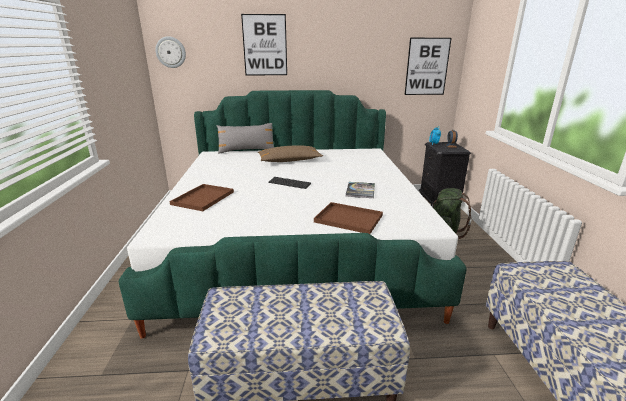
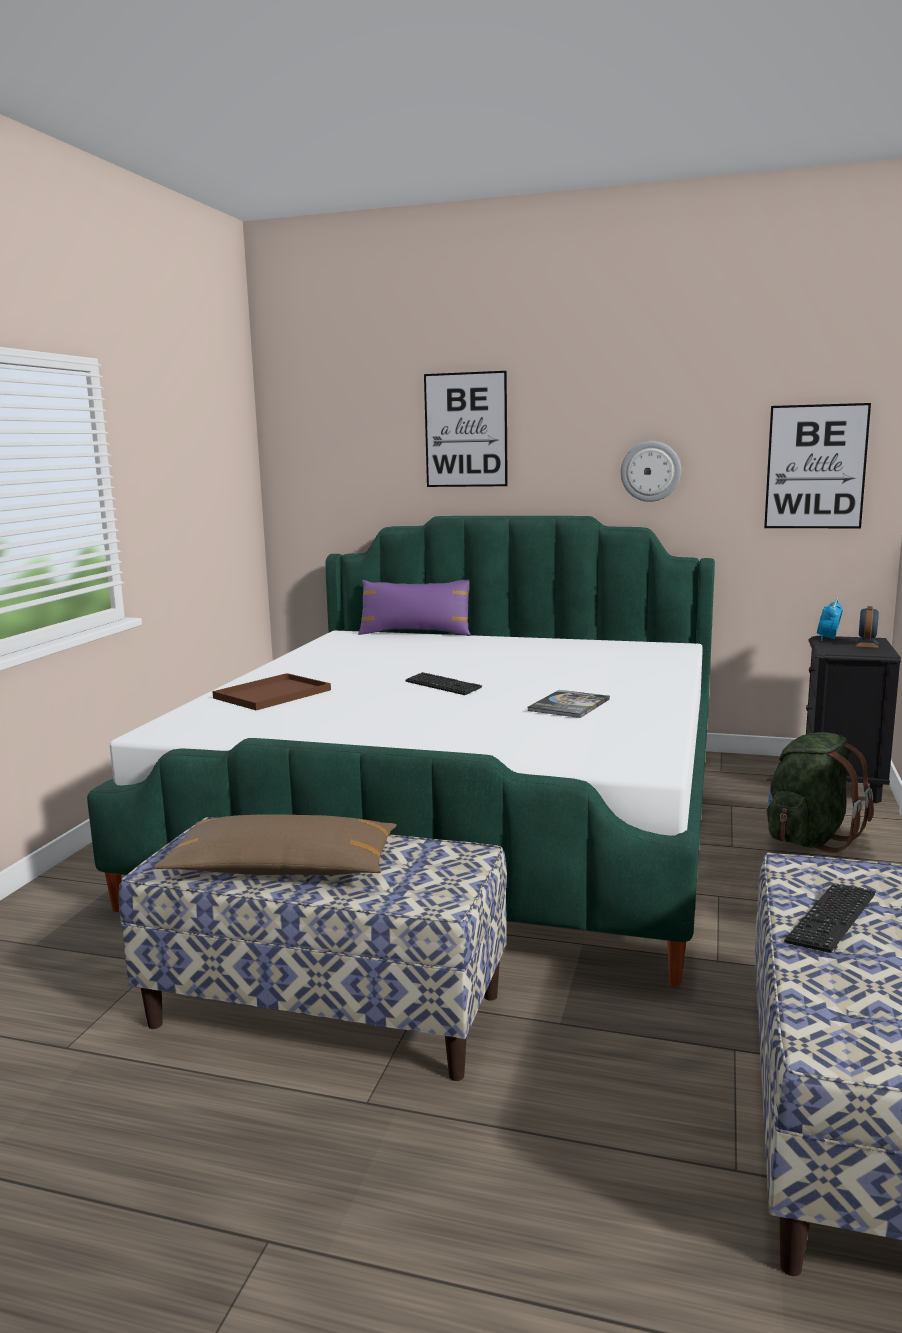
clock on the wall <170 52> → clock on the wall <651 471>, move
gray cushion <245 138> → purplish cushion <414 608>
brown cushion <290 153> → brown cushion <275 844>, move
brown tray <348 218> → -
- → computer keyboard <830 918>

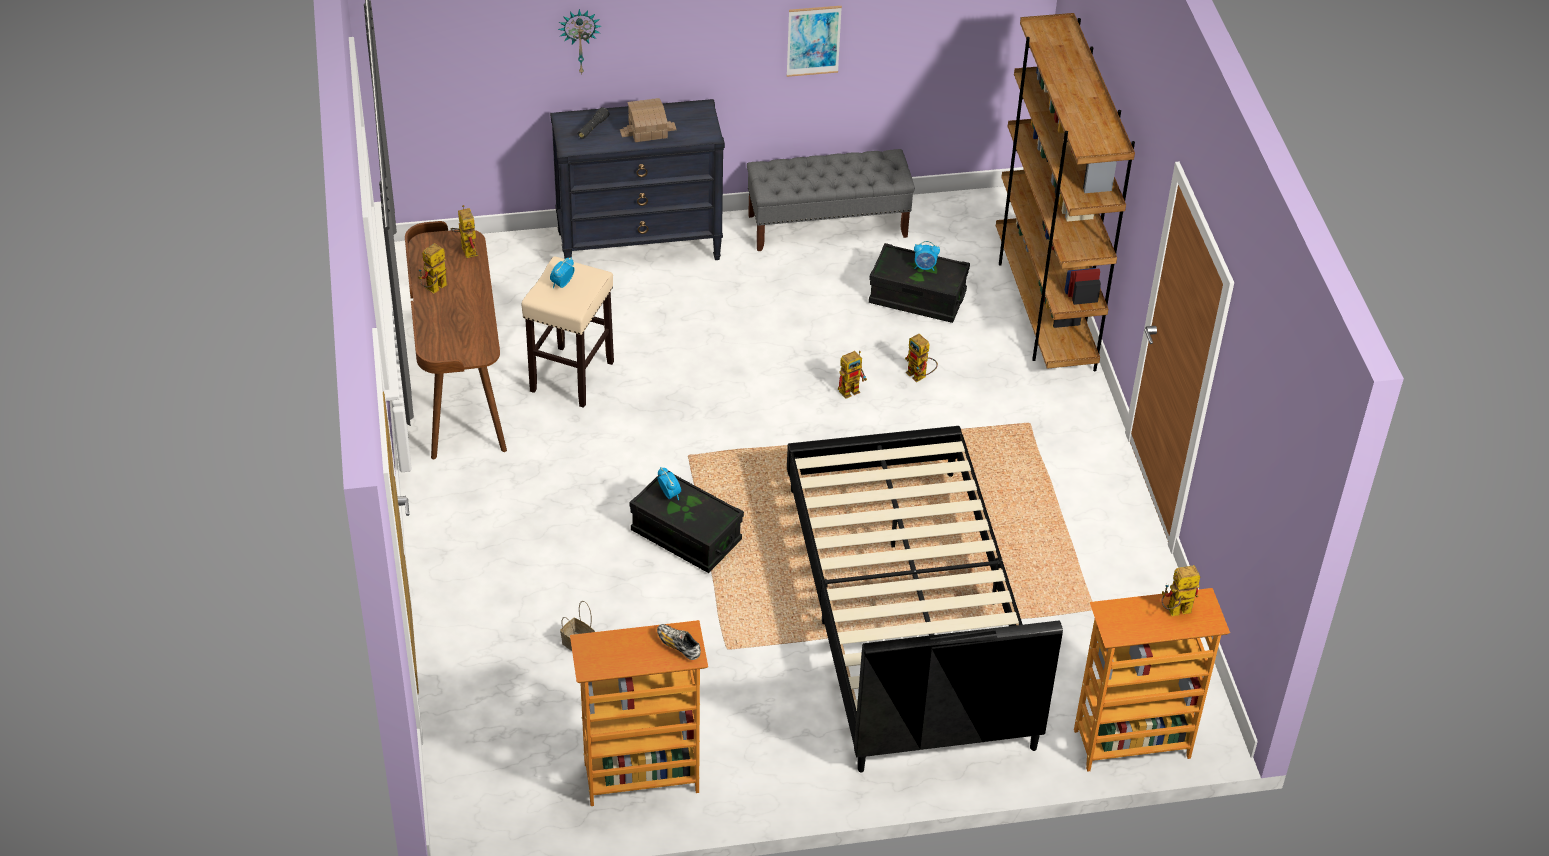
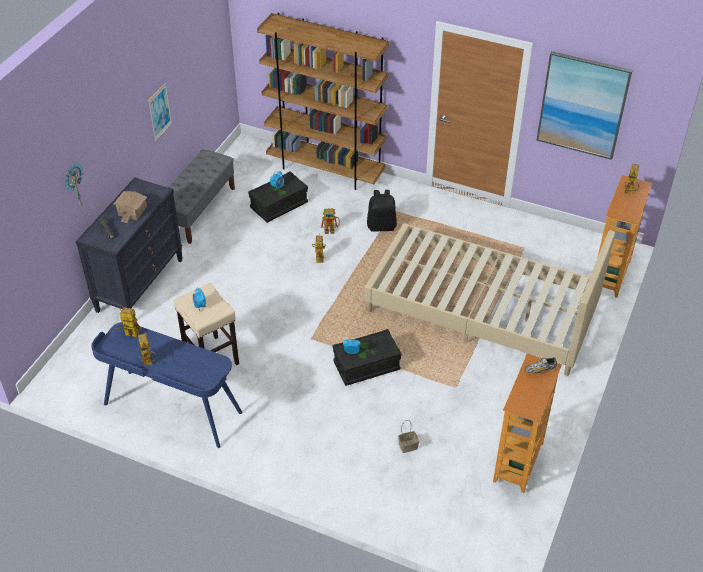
brown desk <456 340> → blue-coloured desk <166 385>
blackish bedroom bed <925 599> → beige bedroom bed <490 299>
- → wall art <584 105>
- → blackish rucksack <382 210>

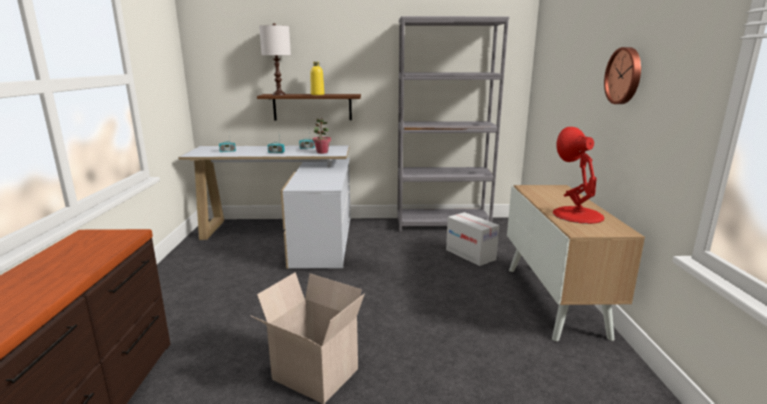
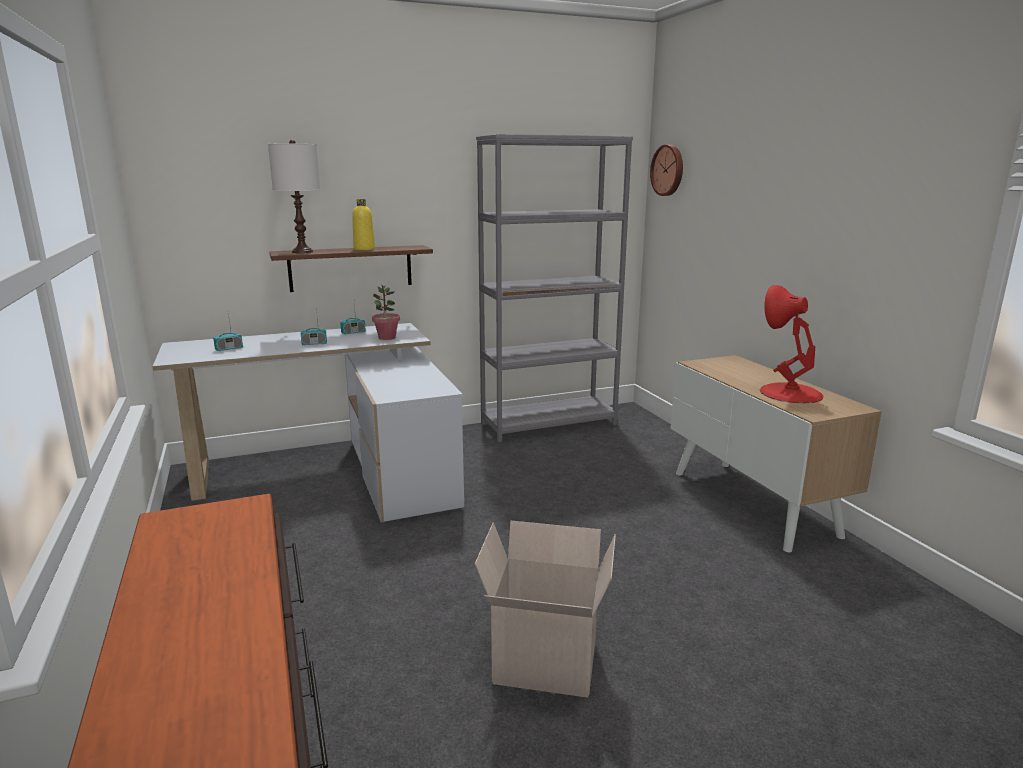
clock on the wall <622 75> → clock on the wall <666 170>, move
packing box <472 239> → -

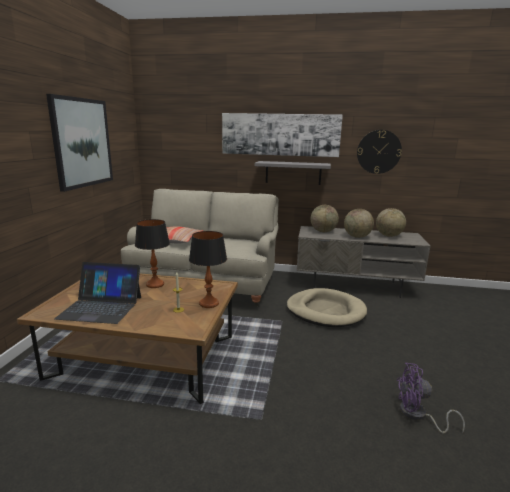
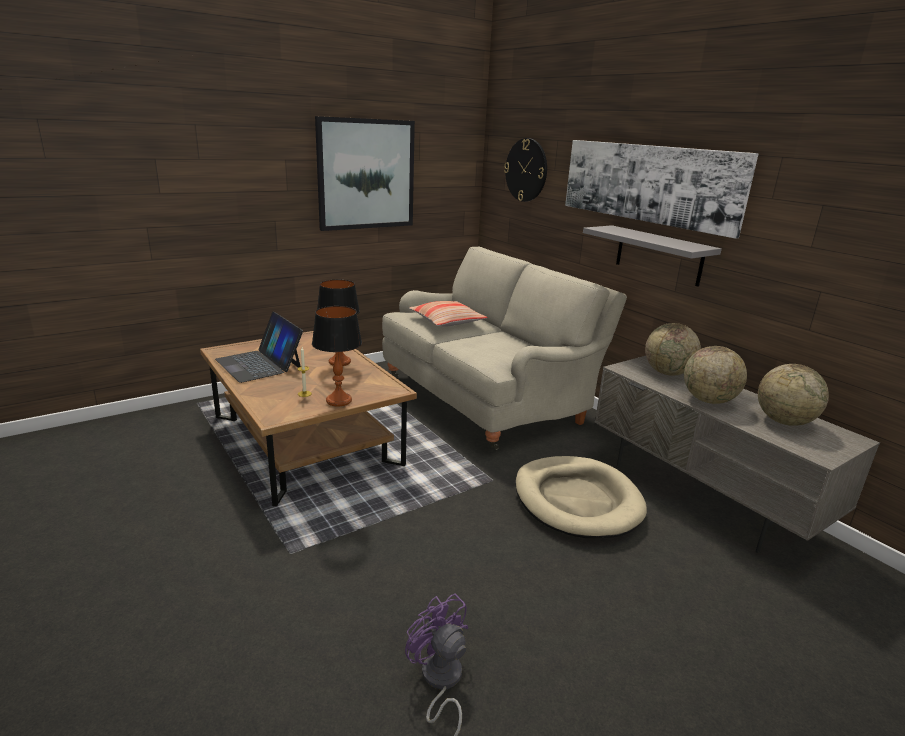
clock on the wall <379 152> → clock on the wall <525 170>, move

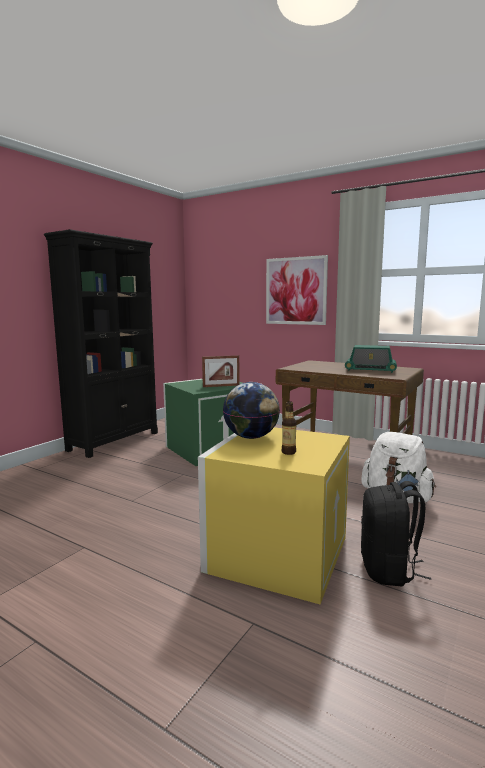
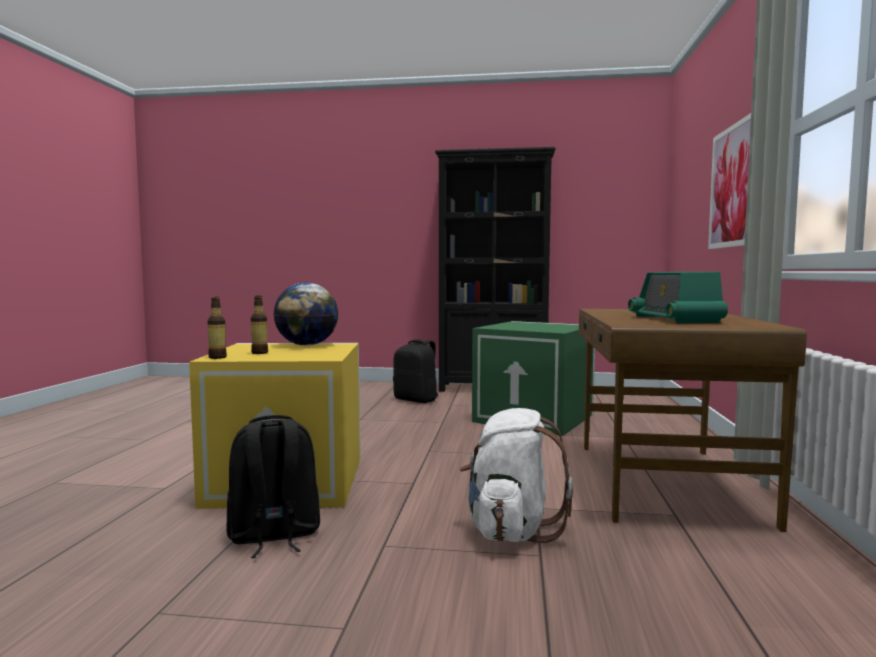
photo frame <221 371> → -
- → bottle <217 328>
- → blackish rucksack <415 371>

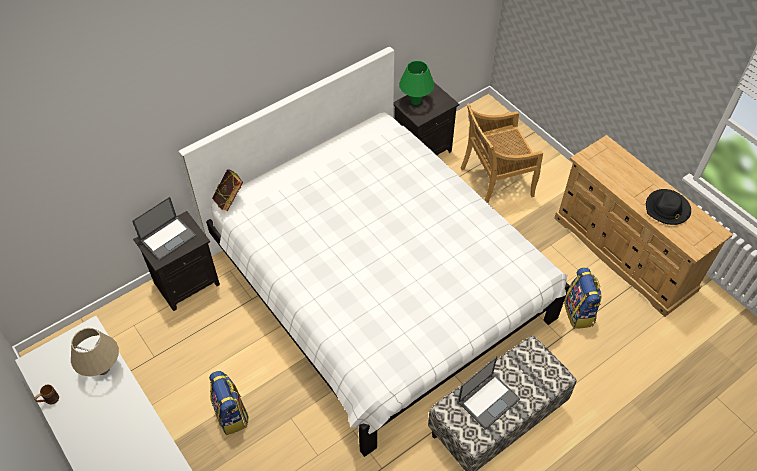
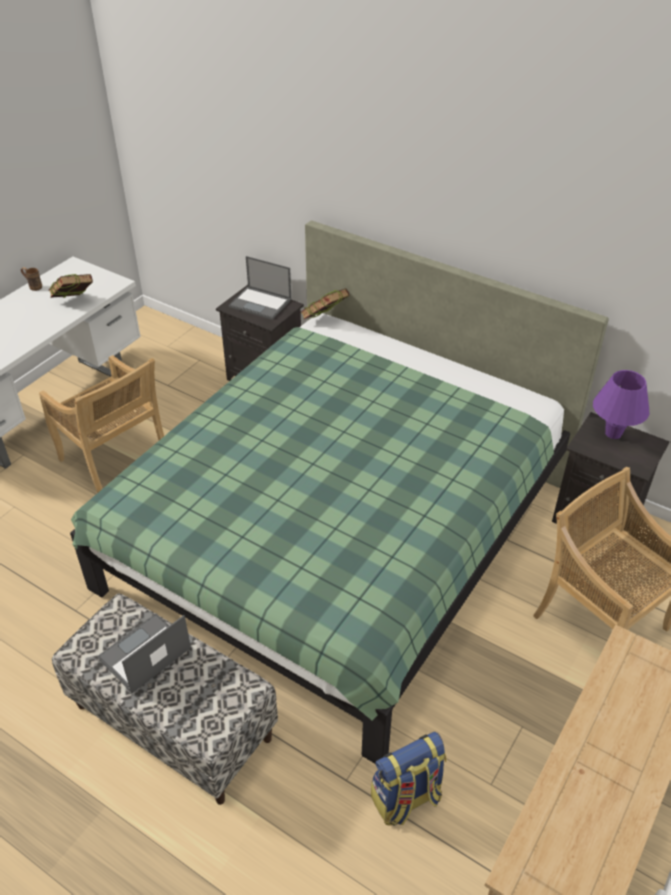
whitish bedroom bed <374 251> → green bedroom bed <339 492>
green table lamp <416 83> → purplish table lamp <621 404>
blackish clothing hat <668 207> → -
beige table lamp <95 352> → bound book <71 286>
laptop <489 393> → laptop <144 653>, 105 degrees clockwise
rucksack <229 403> → beige chair <101 424>

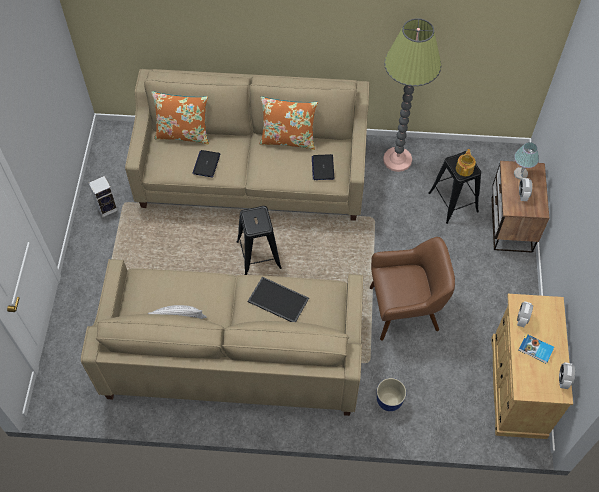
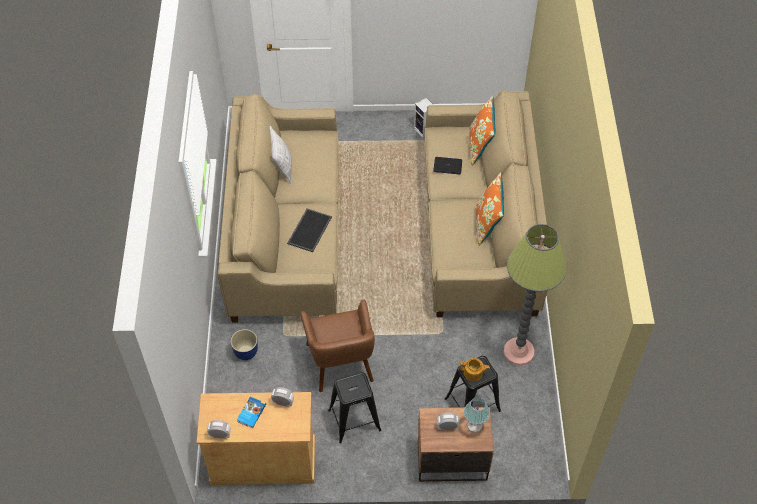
laptop <323 167> → -
blackish stool seat <259 240> → blackish stool seat <354 407>, move

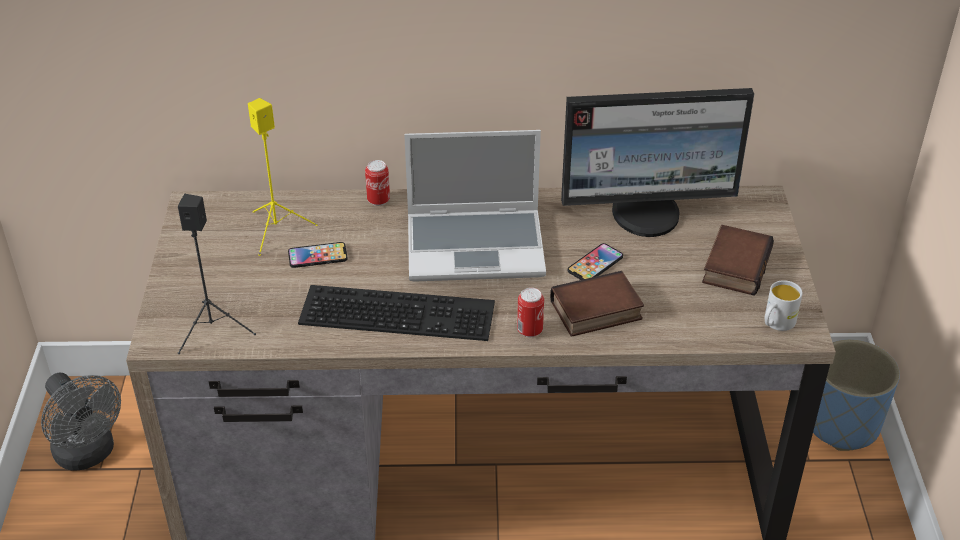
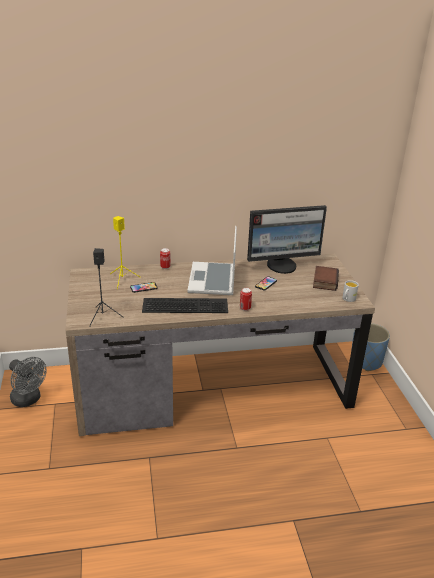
laptop <475 206> → laptop <212 260>, 105 degrees clockwise
bound book <597 304> → -

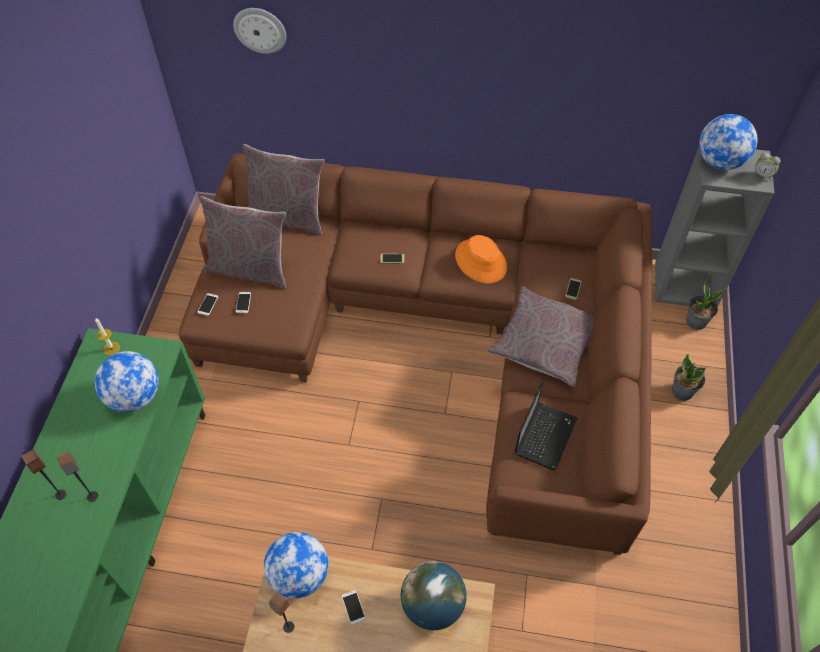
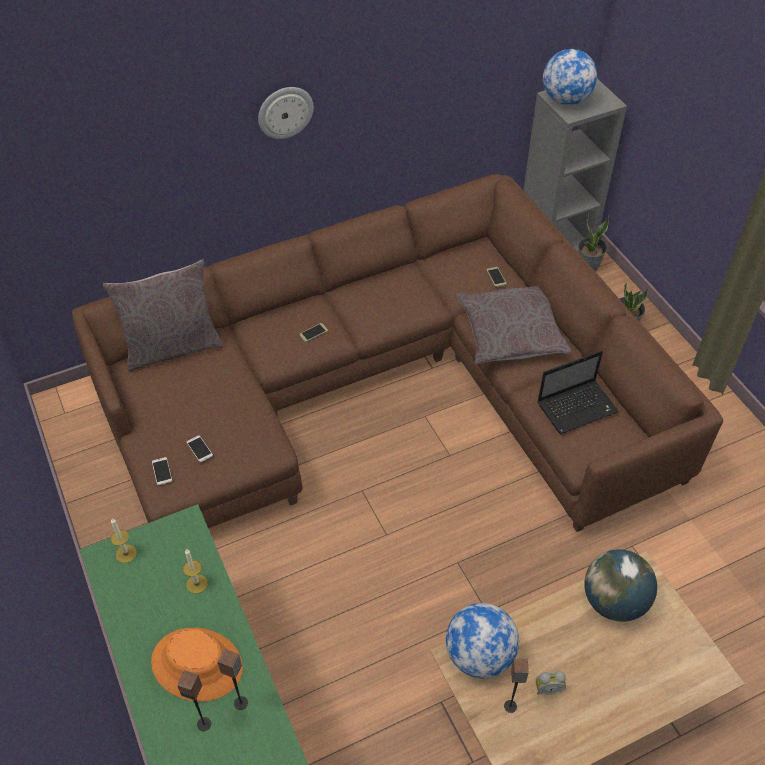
clock on the wall <259 31> → clock on the wall <286 113>, move
table clock <766 166> → table clock <551 683>, move
gray cushion <243 242> → -
orangey clothing hat <481 259> → orangey clothing hat <197 665>, move
globe <127 381> → wax candle <195 571>
laptop <546 425> → laptop <578 392>, 75 degrees clockwise
telephone <354 607> → -

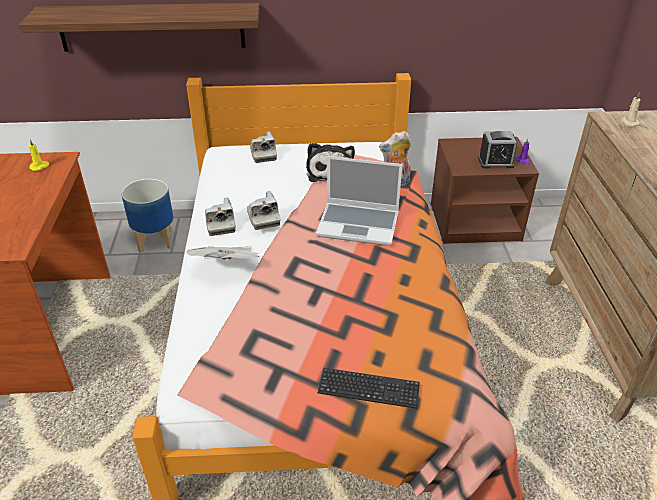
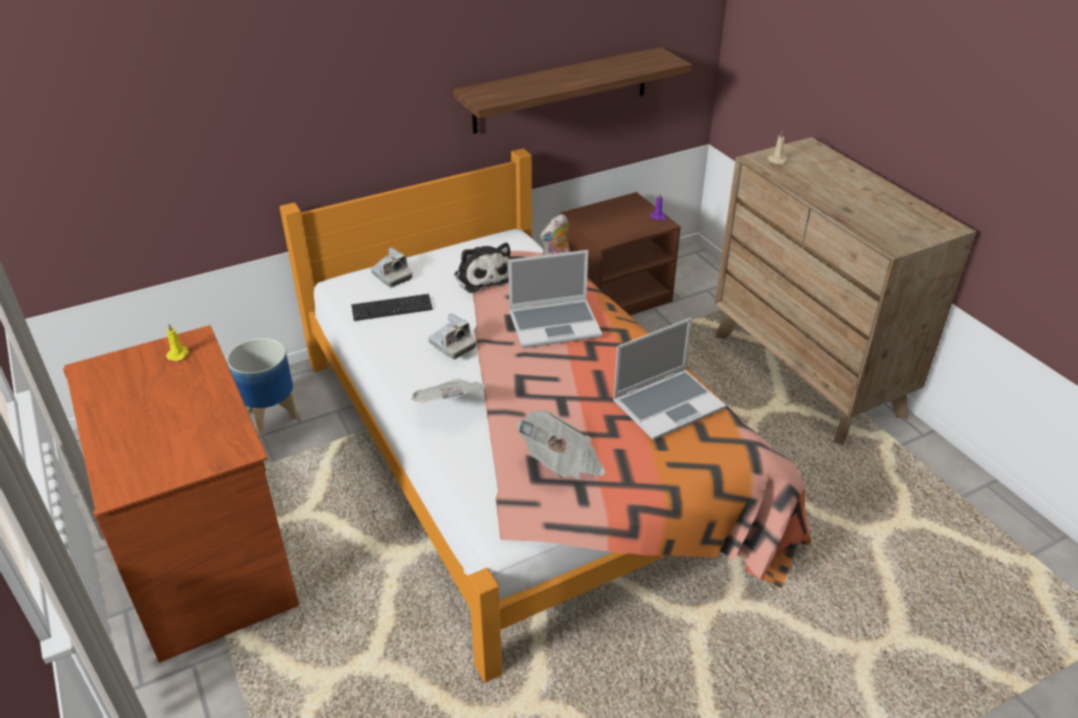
wall shelf <139 27> → wall shelf <572 90>, move
table clock <497 150> → -
photo camera <220 216> → -
computer keyboard <369 388> → computer keyboard <392 307>, move
- → laptop <669 379>
- → daily paper <561 444>

